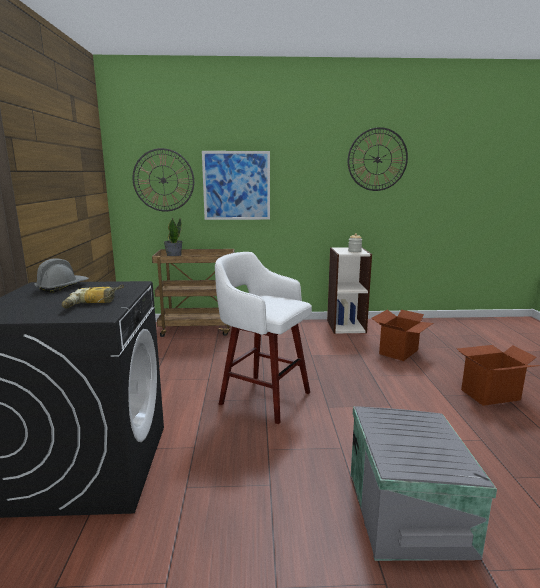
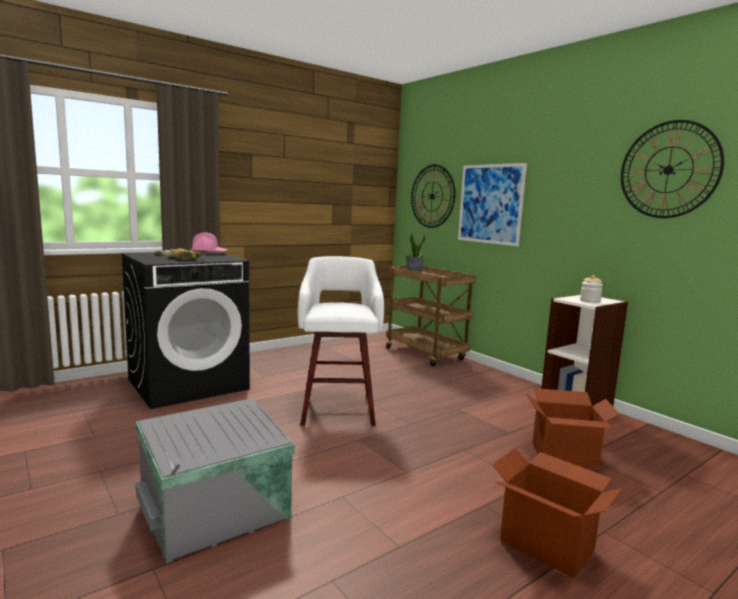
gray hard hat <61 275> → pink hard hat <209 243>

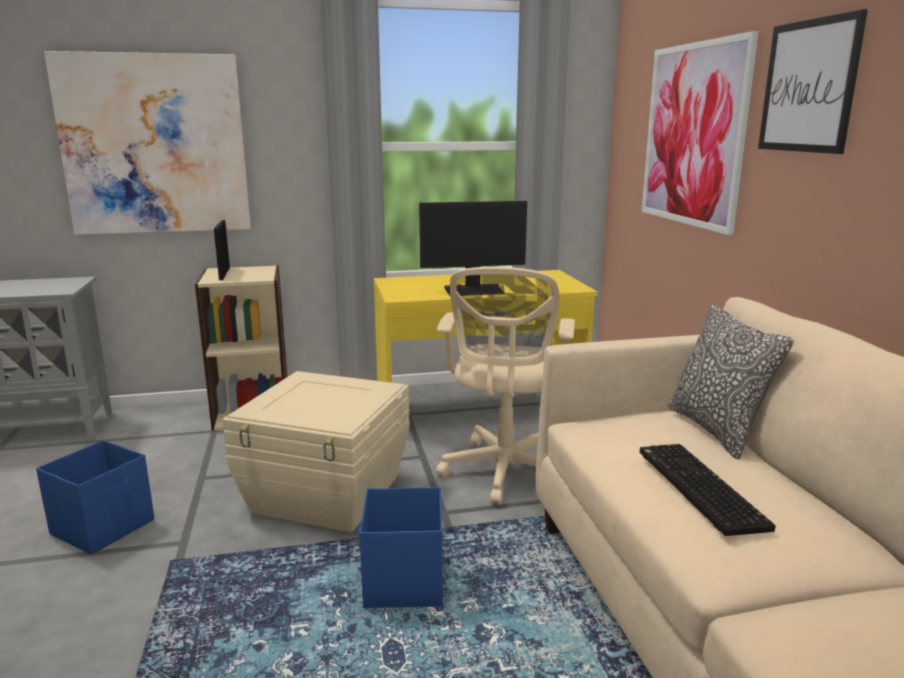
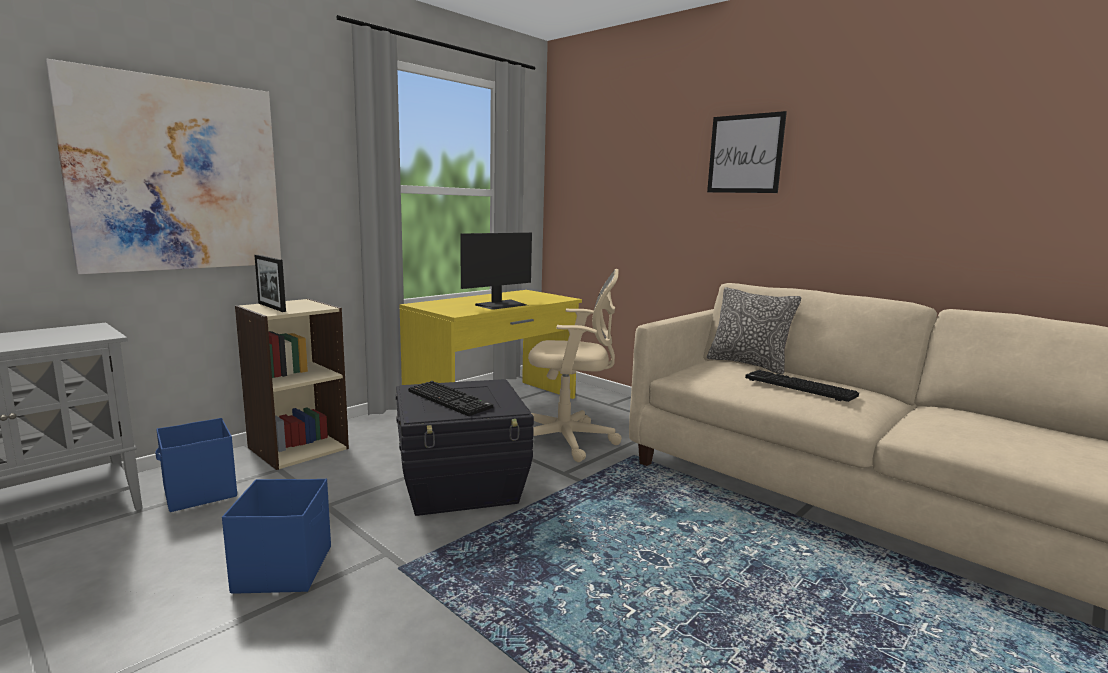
wall art <700 133> → -
beige desk chair <505 386> → beige desk chair <575 365>, 60 degrees counterclockwise
beige storage bin <316 451> → blackish storage bin <464 447>
blue-coloured storage bin <400 547> → blue-coloured storage bin <196 465>, move
- → computer keyboard <450 398>

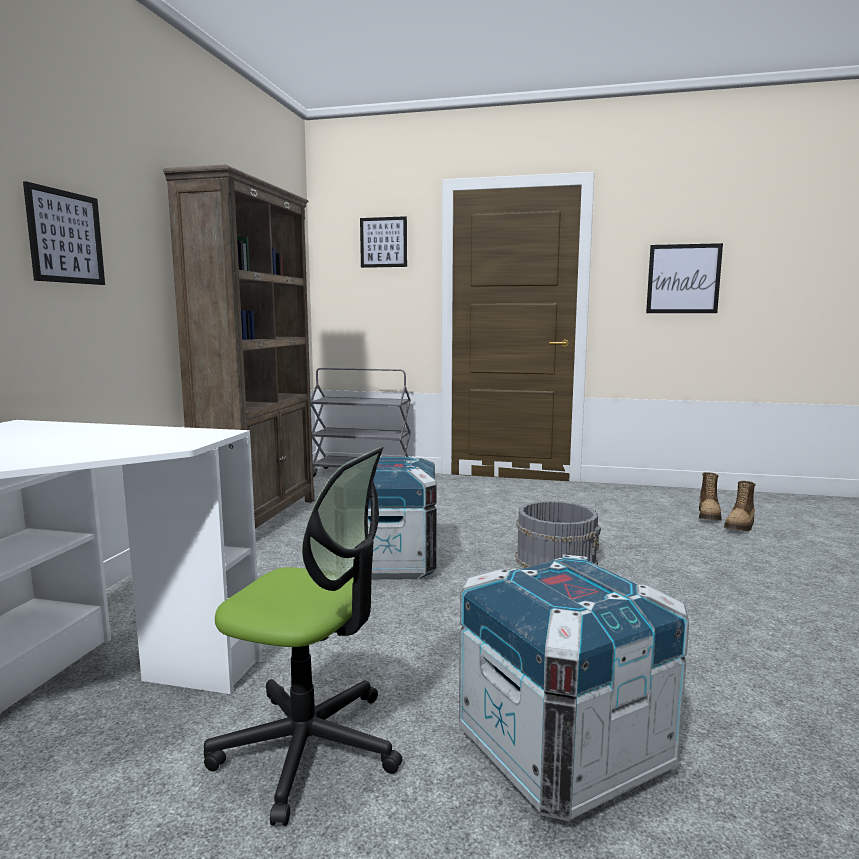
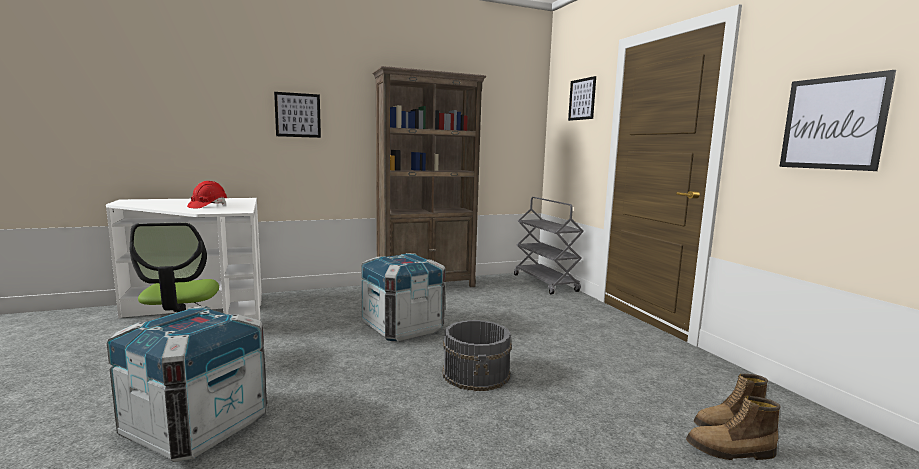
- → red hard hat <207 195>

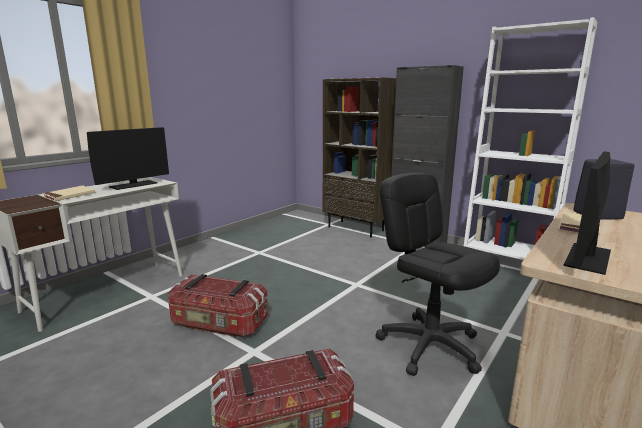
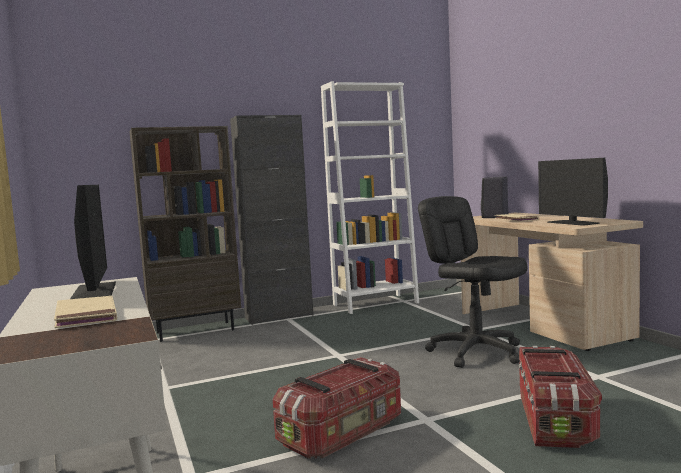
blackish desk chair <437 274> → blackish desk chair <473 282>, 60 degrees clockwise

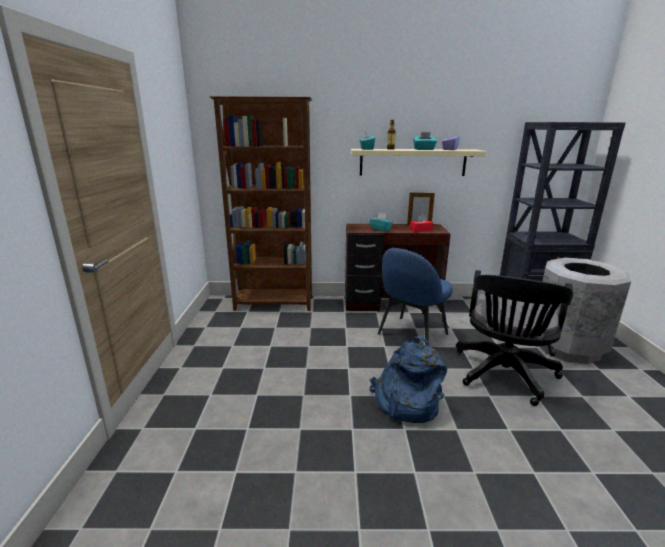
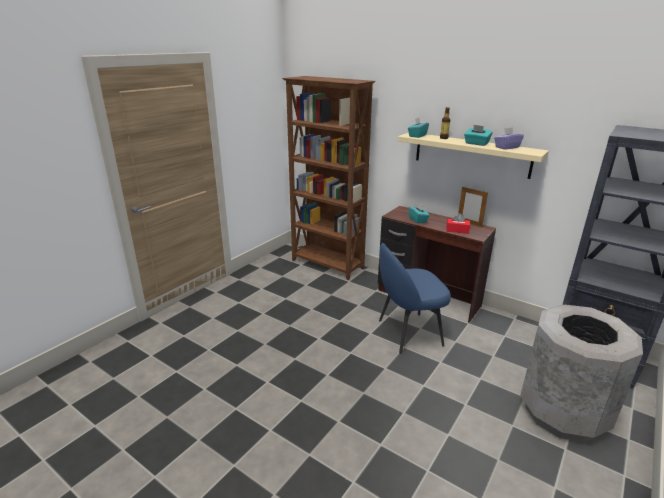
blackish desk chair <514 338> → -
blue-coloured rucksack <408 379> → -

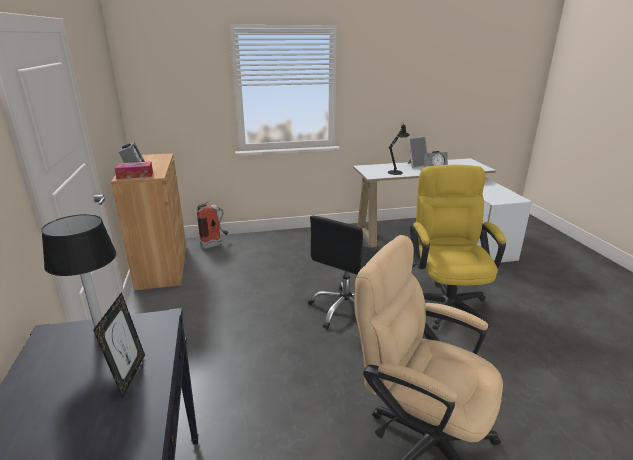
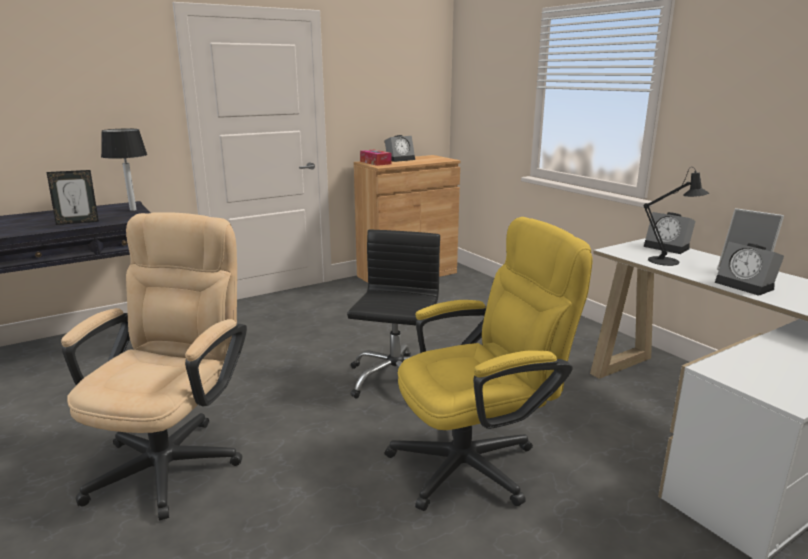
fire-fighting cylinder <212 225> → -
blackish desk chair <343 272> → blackish desk chair <393 314>, 90 degrees clockwise
- → table clock <670 233>

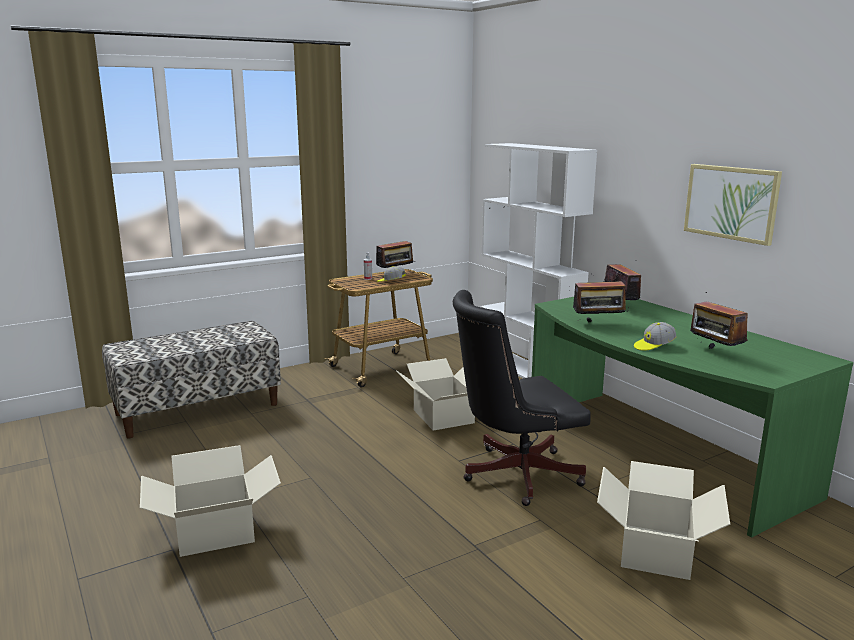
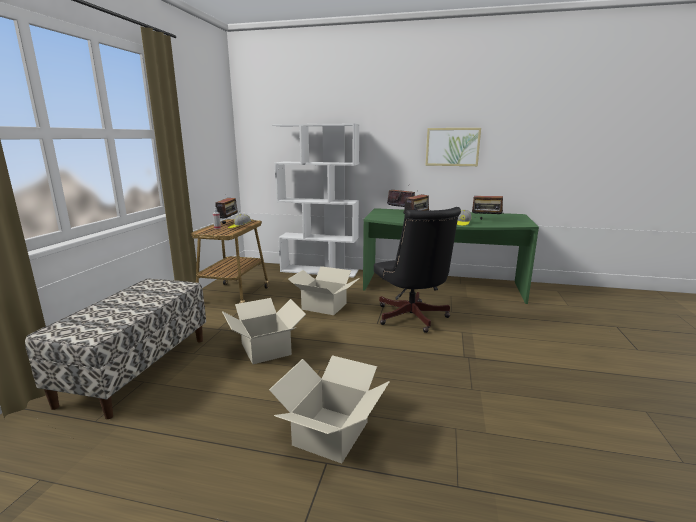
blackish desk chair <522 398> → blackish desk chair <417 270>, 45 degrees counterclockwise
packing box <663 520> → packing box <264 331>, move

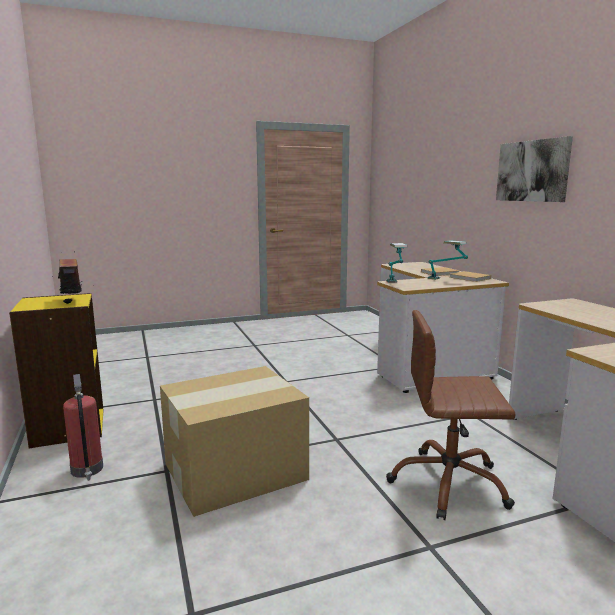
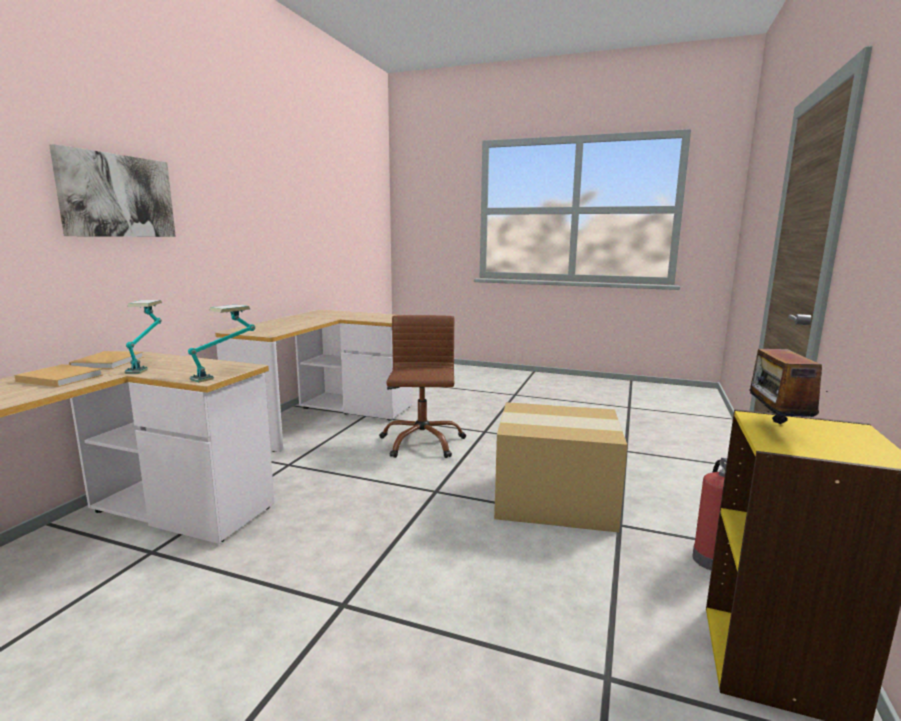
brown desk chair <451 415> → brown desk chair <423 386>, 135 degrees counterclockwise

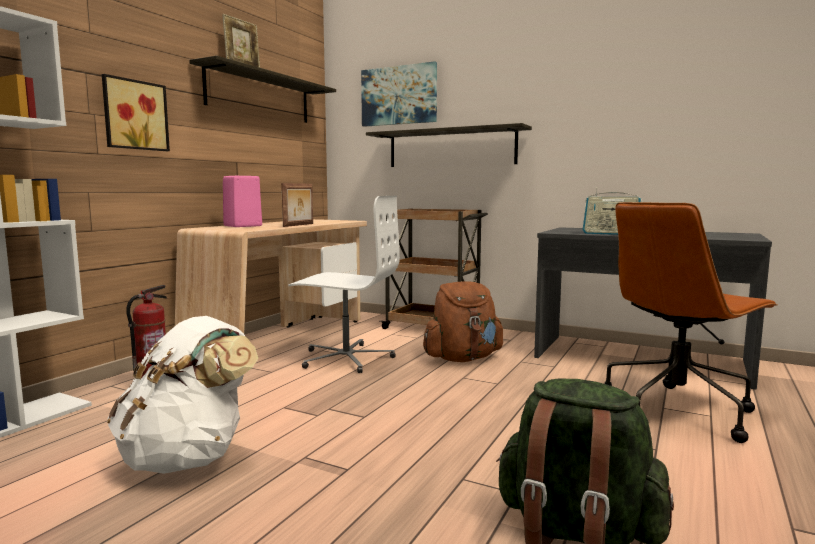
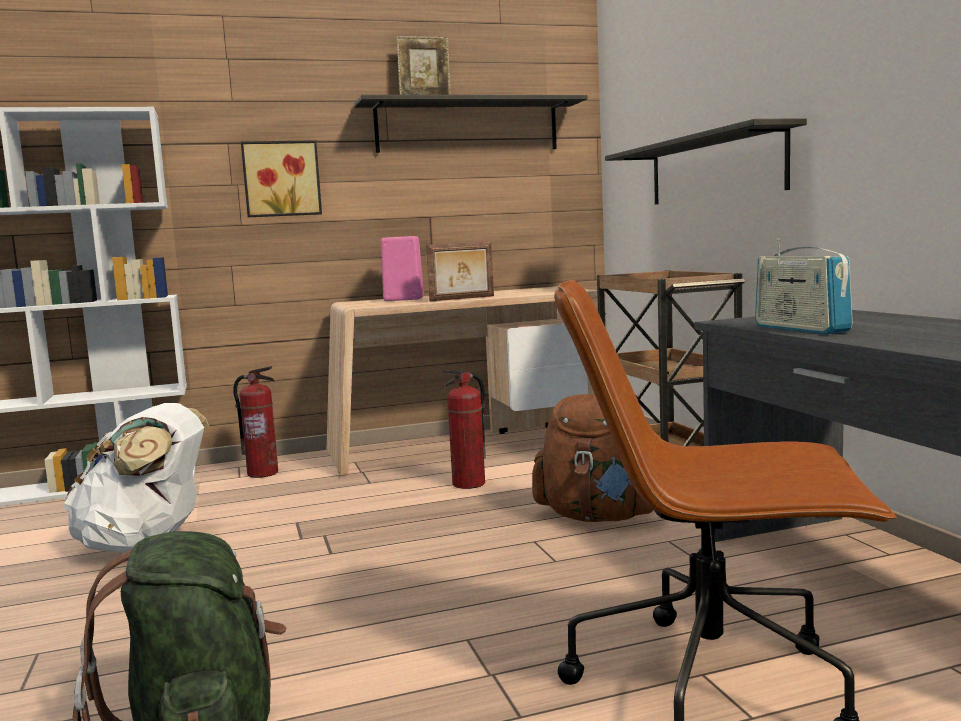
wall art <399 94> → -
whitish desk chair <344 284> → fire-fighting cylinder <464 429>

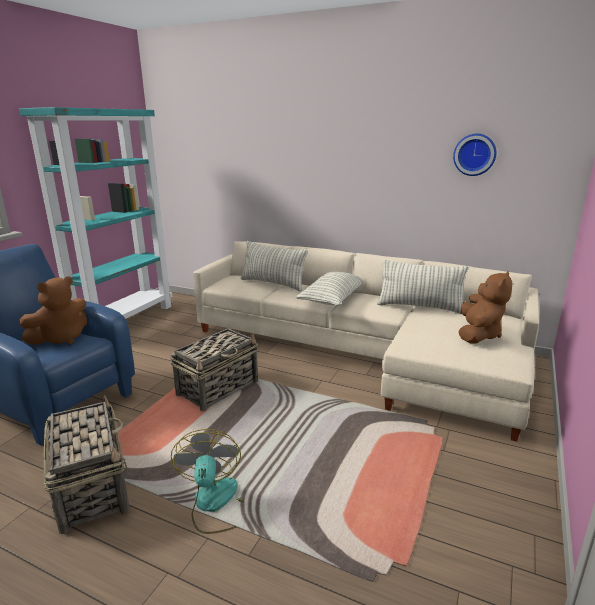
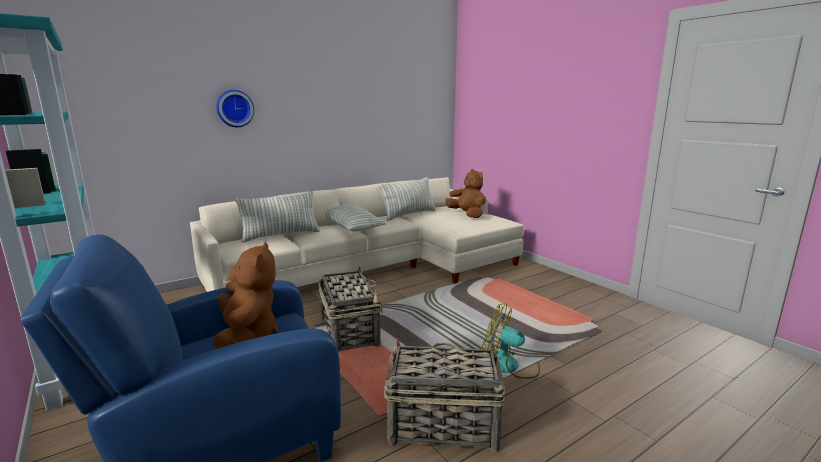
clock on the wall <475 155> → clock on the wall <235 108>, move

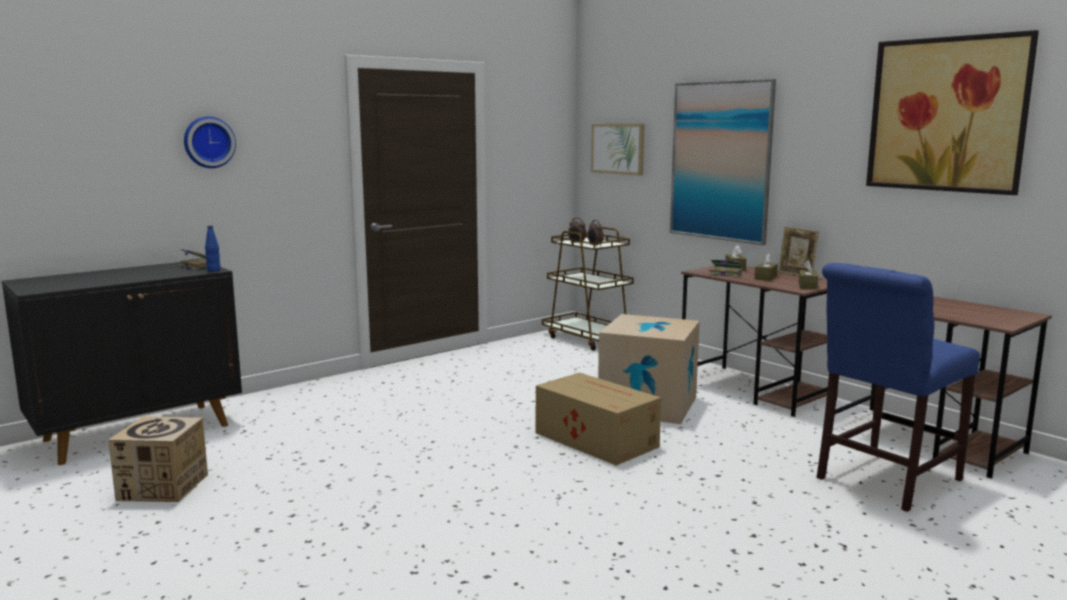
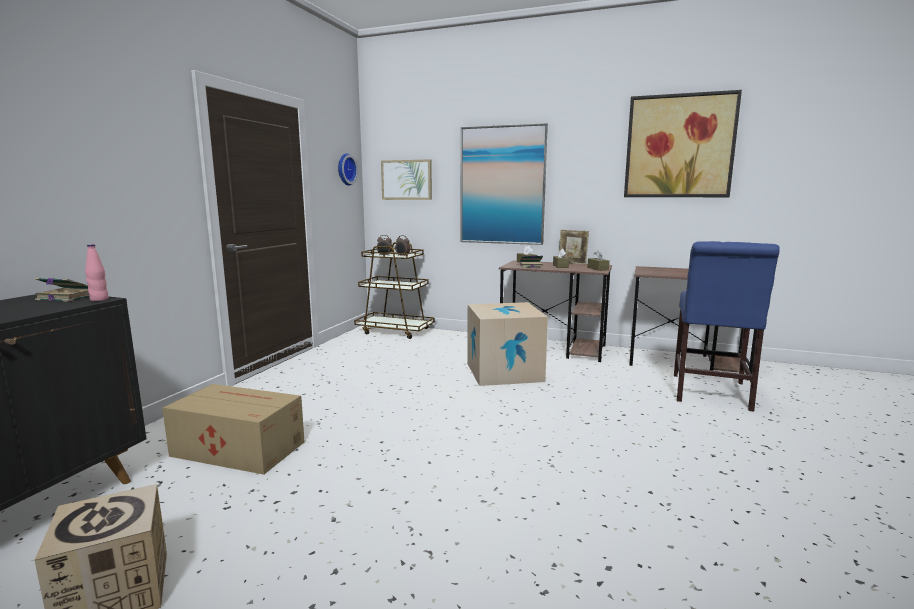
clock on the wall <210 142> → clock on the wall <348 169>, move
blue-coloured bottle <213 249> → pink bottle <96 272>
packing box <598 419> → packing box <233 429>, move

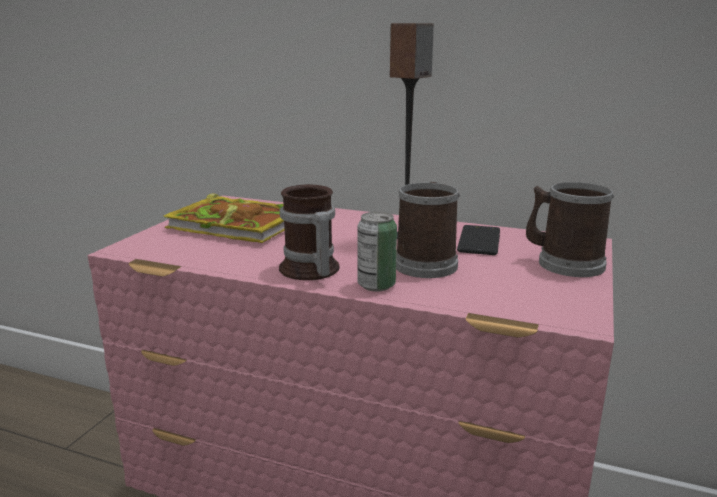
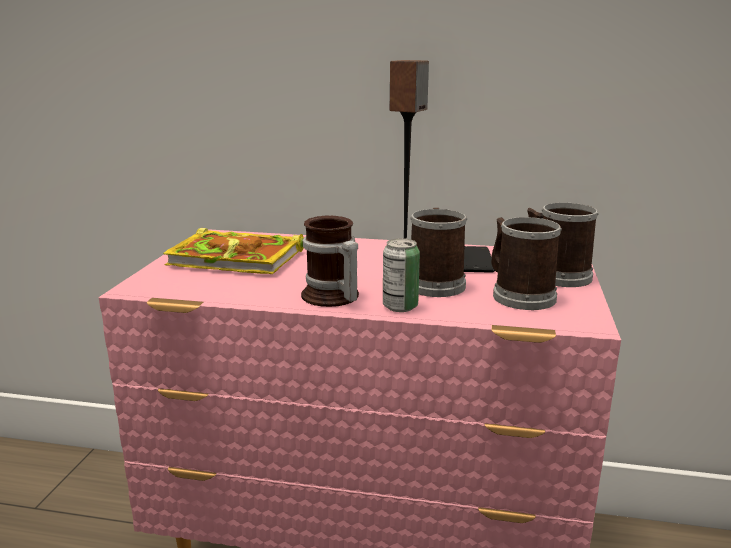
- → coffee mug <526 263>

